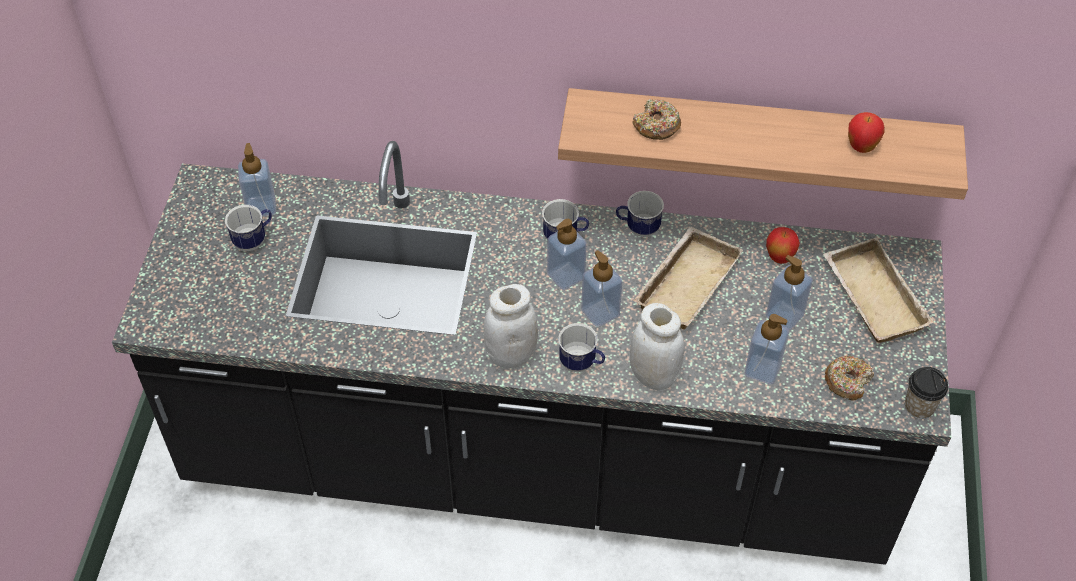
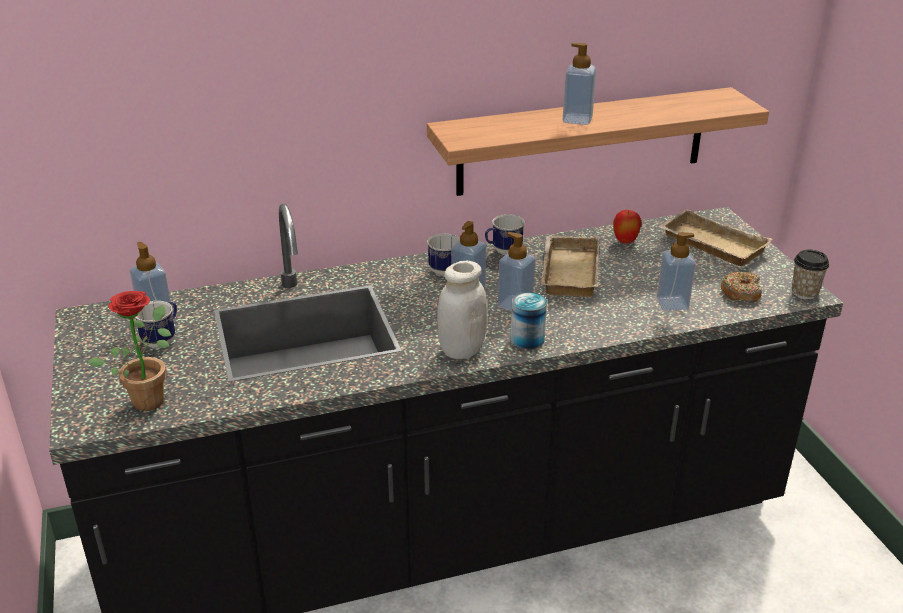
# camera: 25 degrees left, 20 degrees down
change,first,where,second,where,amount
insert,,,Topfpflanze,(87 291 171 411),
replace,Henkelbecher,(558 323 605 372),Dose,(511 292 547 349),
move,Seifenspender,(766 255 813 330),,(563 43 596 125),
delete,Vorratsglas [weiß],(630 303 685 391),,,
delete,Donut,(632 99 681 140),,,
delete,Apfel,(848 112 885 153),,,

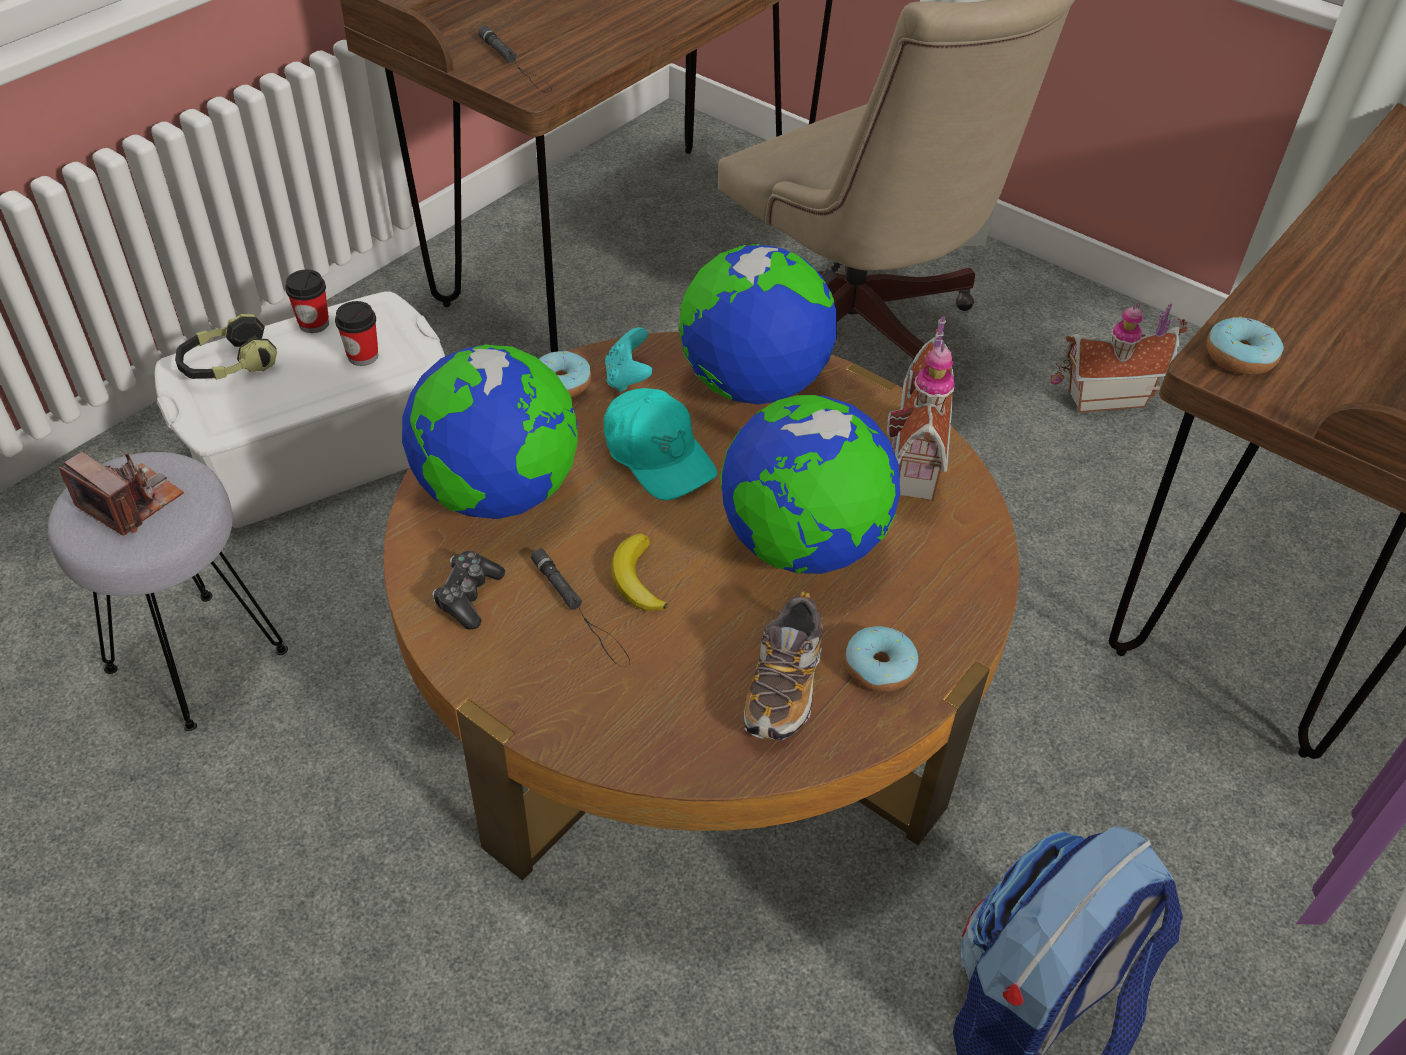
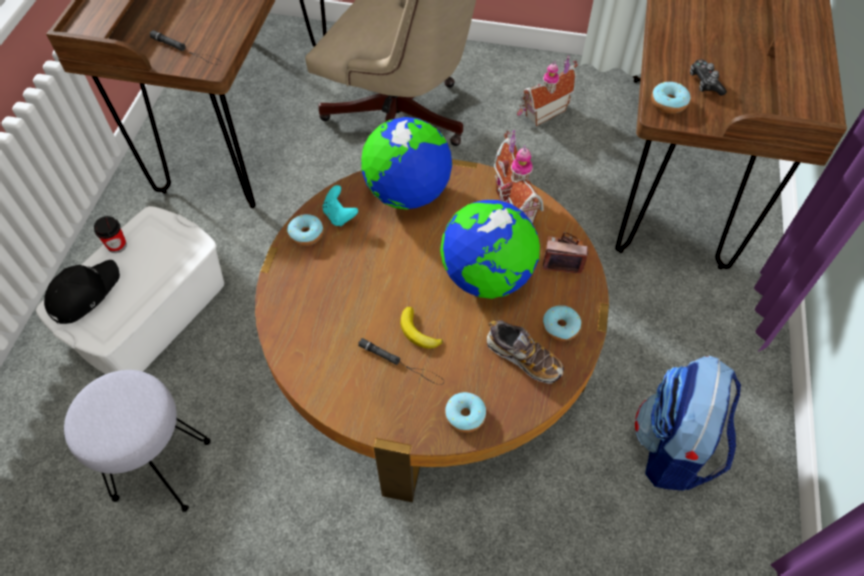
# camera: 25 degrees left, 10 degrees up
change,first,where,second,where,amount
replace,Kopfhörer,(175 314 277 380),Kappe [schwarz],(44 260 120 324),
insert,,,Donut,(445 392 486 433),
rotate,Schuh,(744 591 822 741),,(487 320 564 384),45 degrees counterclockwise
move,Kamera,(59 452 184 536),,(543 232 588 274),
move,Gamepad,(432 551 505 629),,(690 59 727 96),
delete,Tasse,(335 301 378 366),,,
delete,Globus,(402 344 578 519),,,
delete,Kappe [türkis],(603 388 717 500),,,

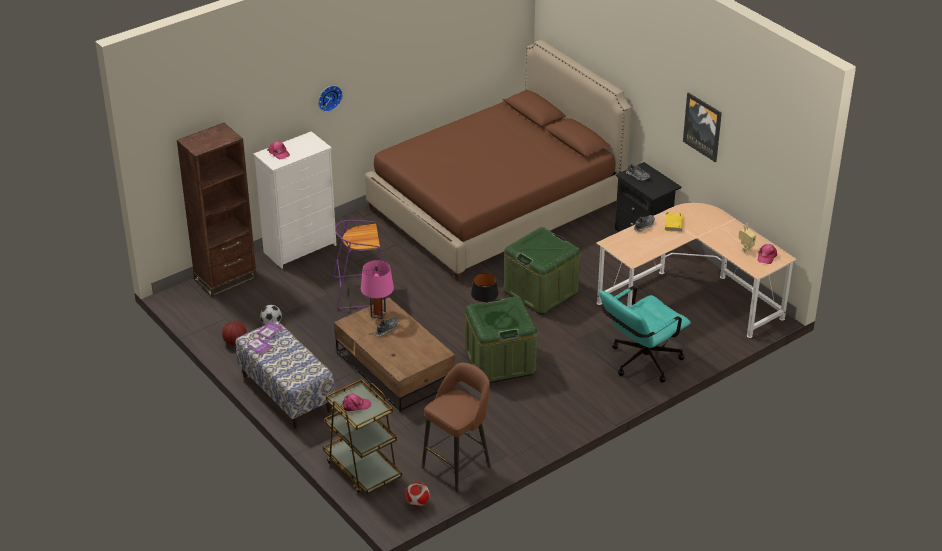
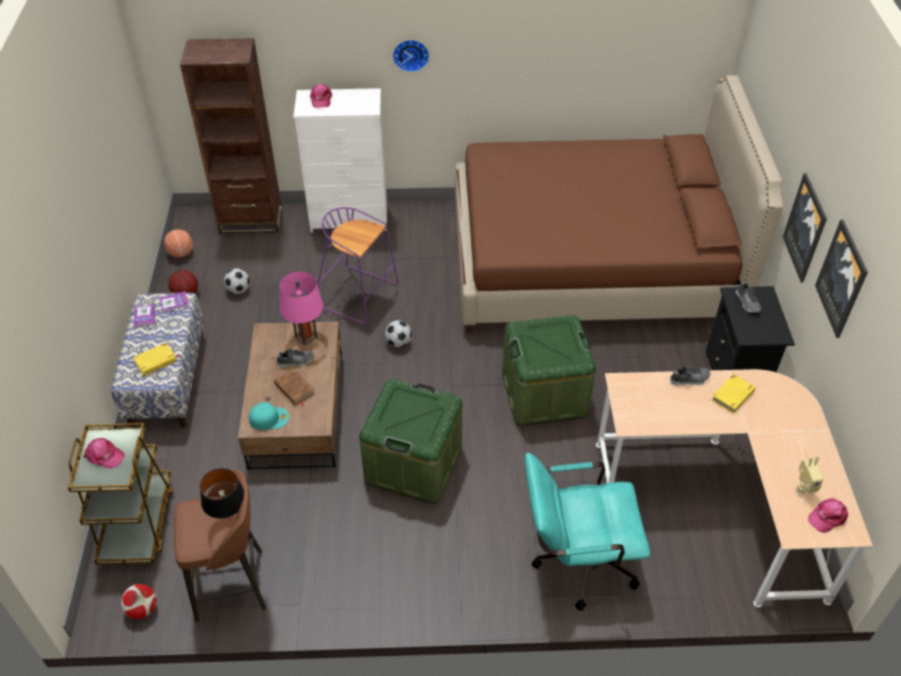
# camera: 35 degrees right, 10 degrees up
change,first,where,second,where,amount
insert,,,Buch [gelb],(133 342 181 376),
insert,,,Basketball,(164 229 193 258),
move,Tischlampe [schwarz],(471 273 498 313),,(200 468 244 521),
insert,,,Kappe [türkis],(249 402 289 430),
insert,,,Buch [braun],(274 369 315 407),
insert,,,Fußball,(385 320 412 347),
insert,,,Bild,(783 173 827 282),

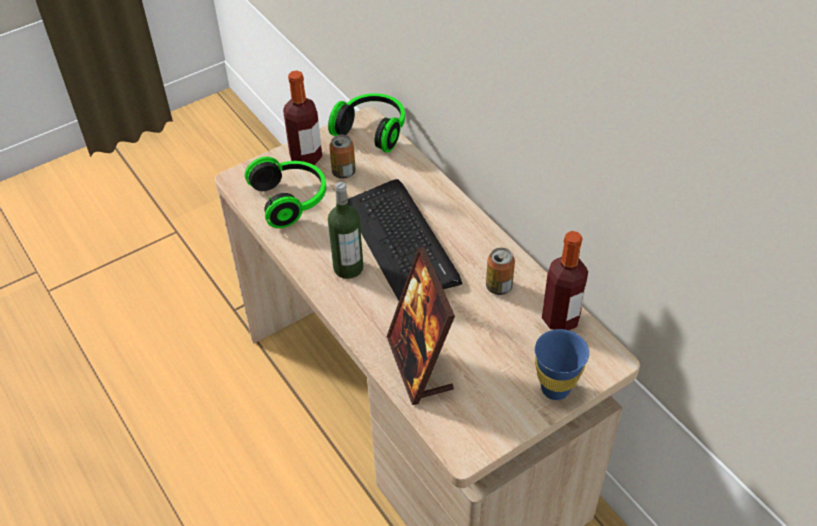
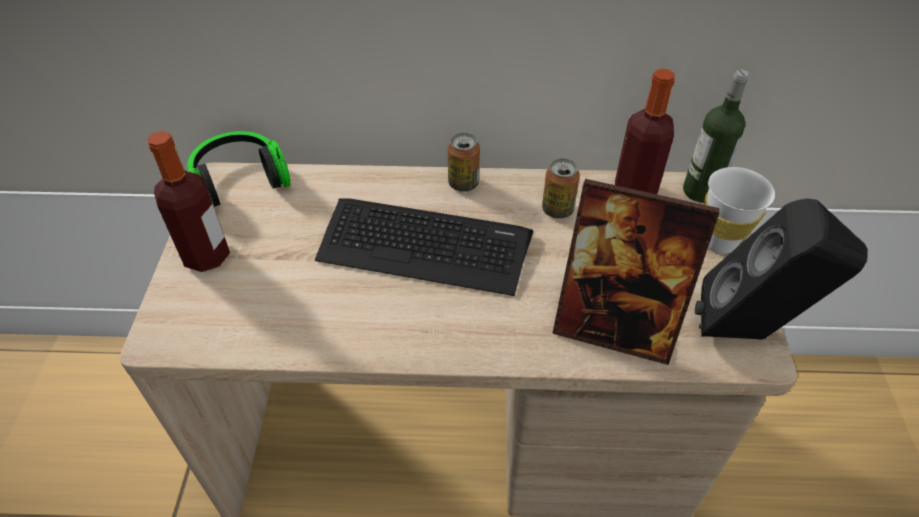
# camera: 55 degrees left, 0 degrees up
change,first,where,second,where,amount
move,Dose,(329 135 356 179),,(448 133 480 191),
move,Flasche,(328 182 363 279),,(683 69 749 203),
insert,,,Lautsprecher [schwarz],(695 198 868 340),
recolor,Tasse [blau],(535 329 589 400),Tasse [weiß],(704 167 775 254),
delete,Kopfhörer,(245 157 326 228),,,

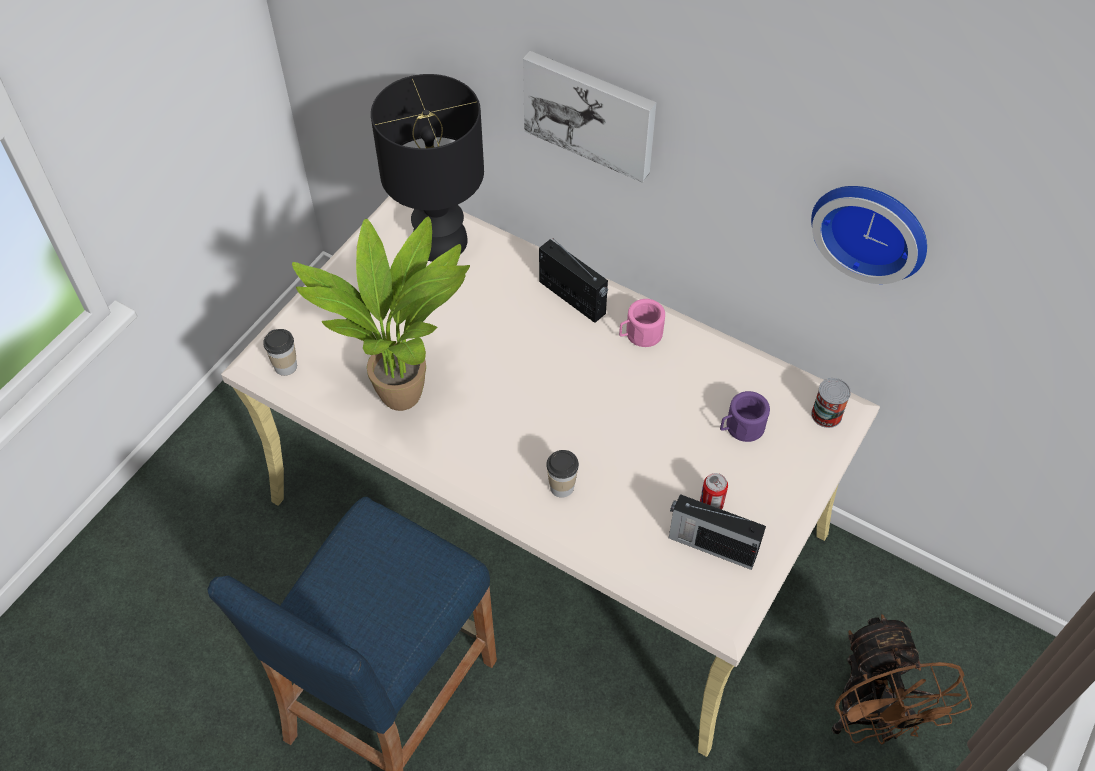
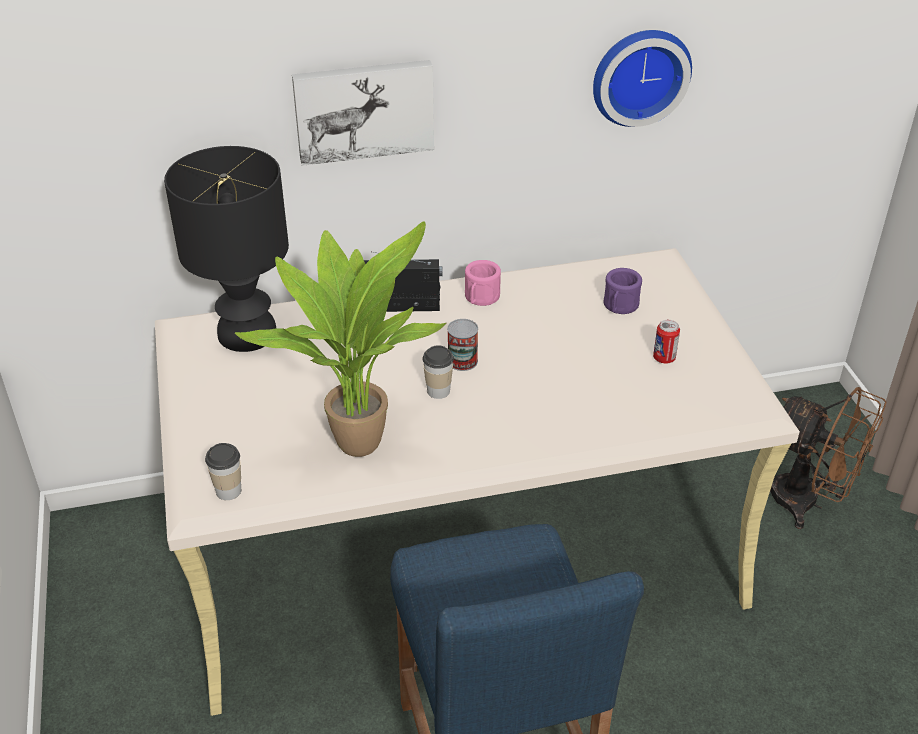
# camera: 45 degrees left, 15 degrees down
change,first,where,second,where,amount
move,Tasse,(546 450 579 498),,(422 345 454 399),
move,Dose,(811 378 851 428),,(447 319 478 371),
delete,Radio,(669 494 766 570),,,

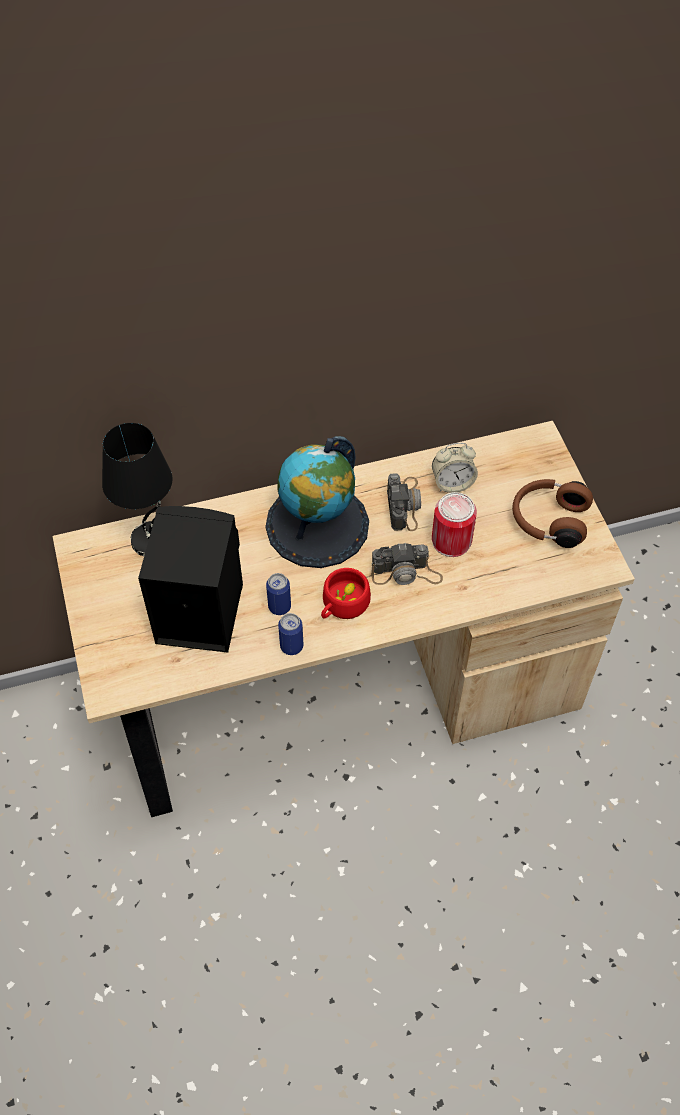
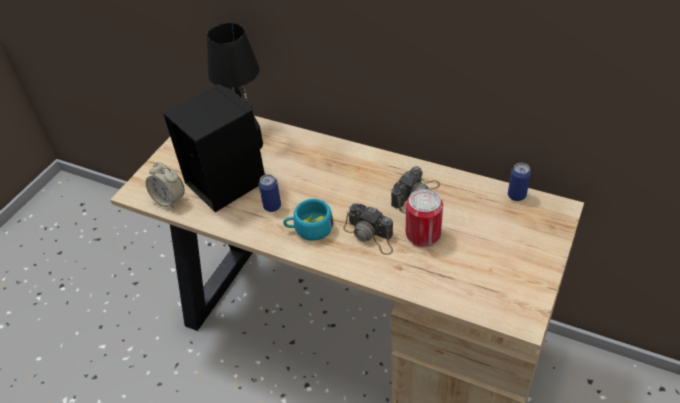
# camera: 45 degrees right, 10 degrees down
change,first,where,second,where,amount
move,Wecker,(432 443 478 493),,(146 162 185 209),
recolor,Tasse [rot],(321 568 371 619),Tasse [türkis],(283 199 333 241),
move,Dose,(278 613 303 655),,(508 163 531 201),
delete,Globus,(265 436 369 568),,,
delete,Kopfhörer [braun],(512 479 593 548),,,

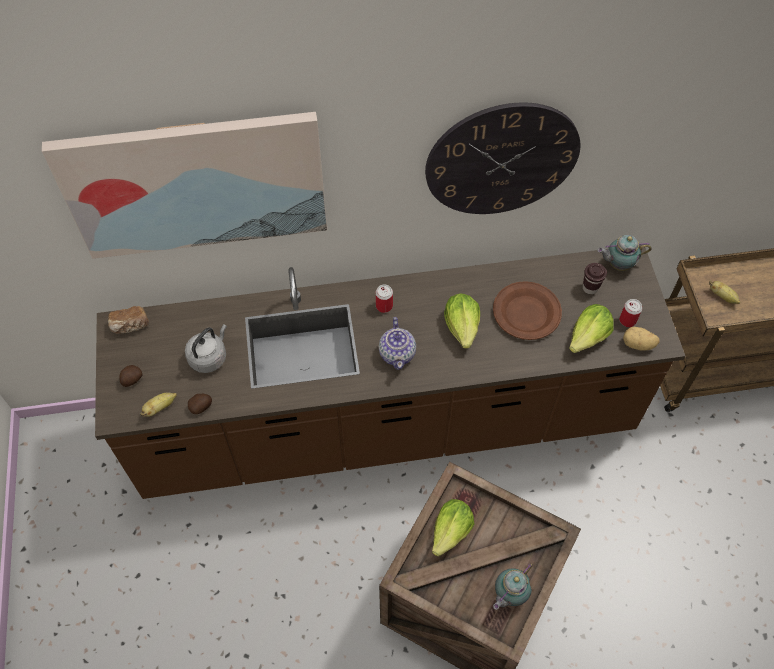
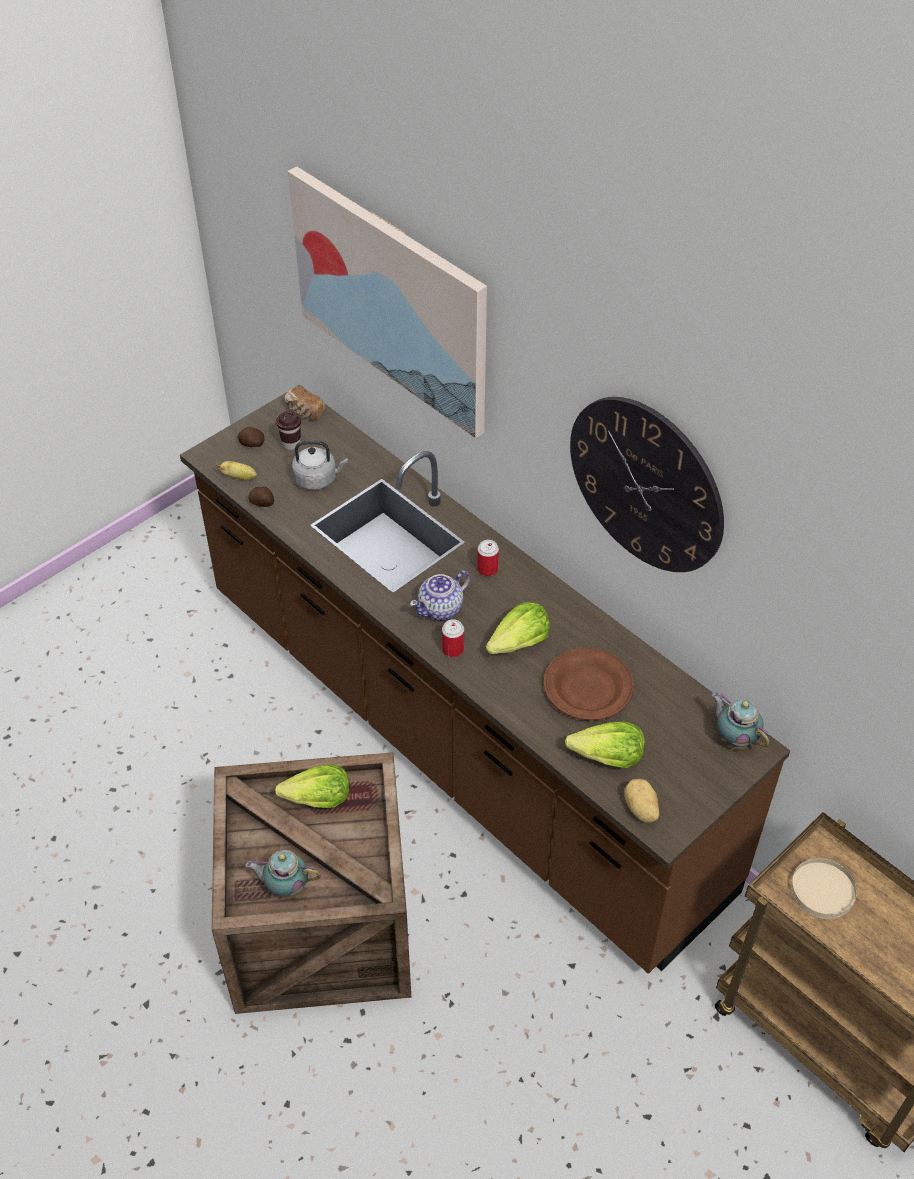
# camera: 55 degrees right, 10 degrees down
change,first,where,second,where,amount
move,Tasse [braun],(583 263 607 294),,(276 411 301 450),
move,Dose,(619 299 642 327),,(442 619 464 657),
replace,Banane,(709 280 740 304),Teller [beige],(791 858 857 919),

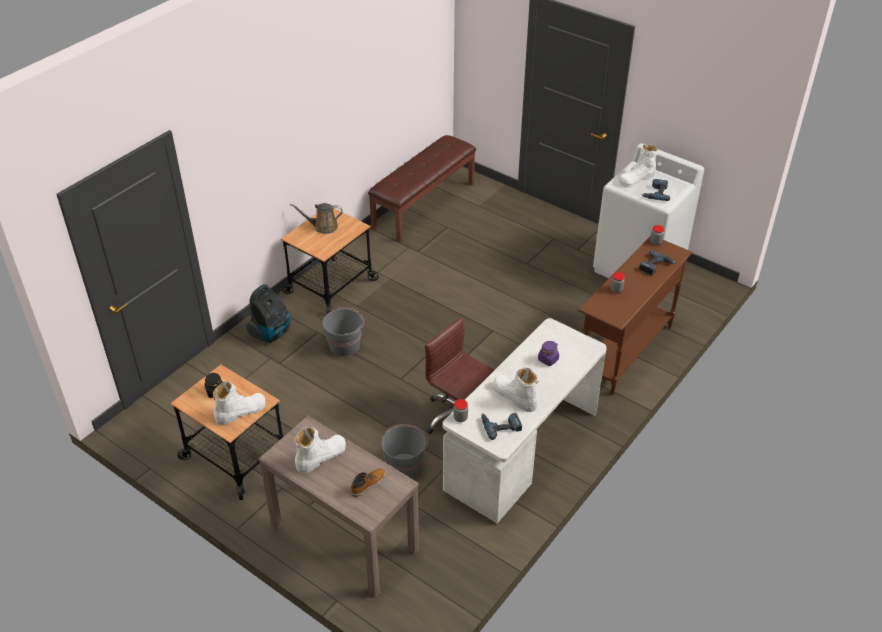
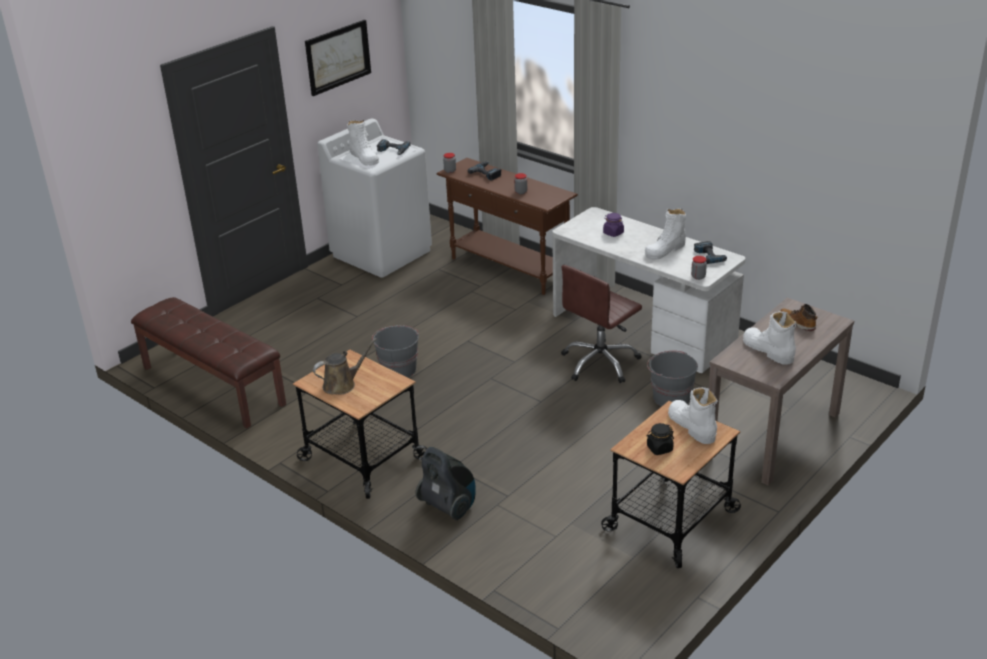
# camera: 85 degrees left, 10 degrees down
change,first,where,second,where,amount
insert,,,Bild,(305 20 371 96),
rotate,Gießkanne [braun],(290 203 343 234),,(313 338 377 394),120 degrees counterclockwise
move,Eimer [grau],(323 307 364 357),,(372 325 419 378),

